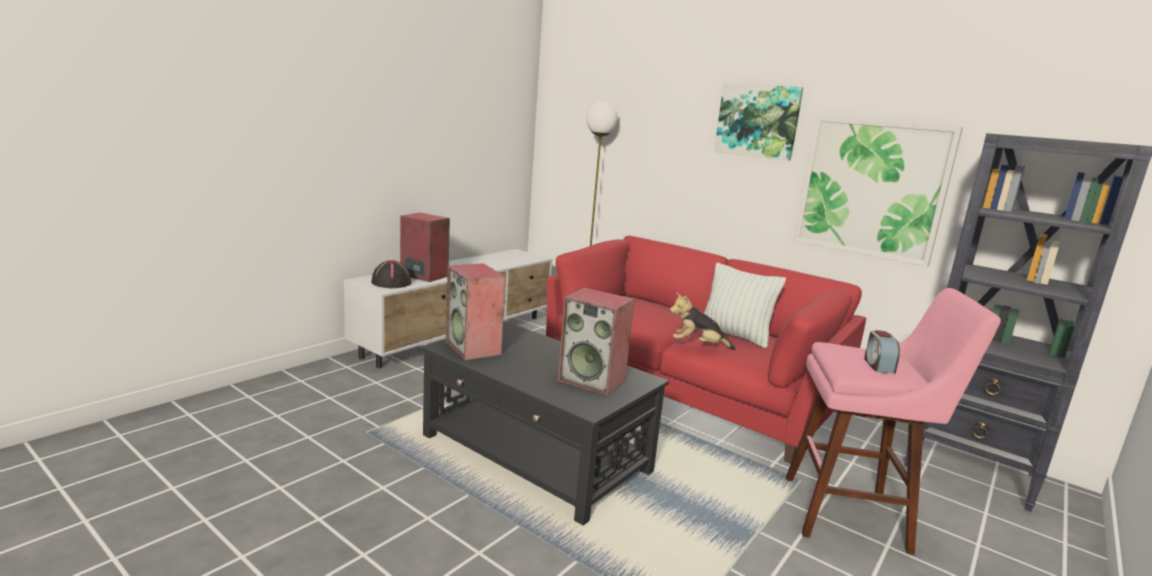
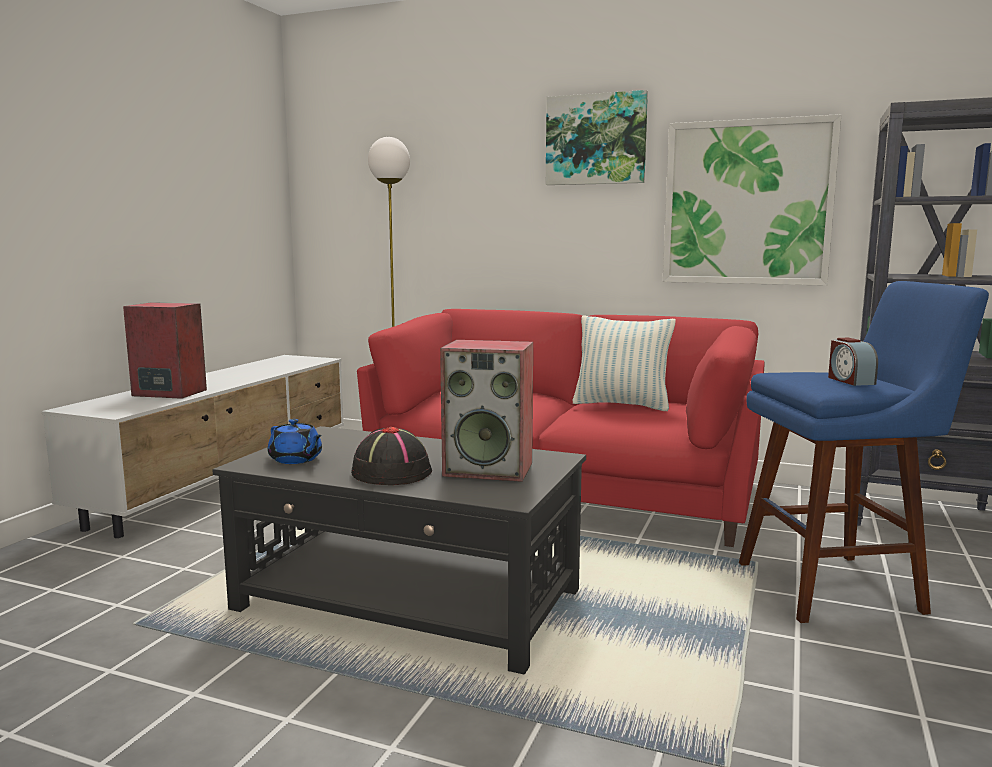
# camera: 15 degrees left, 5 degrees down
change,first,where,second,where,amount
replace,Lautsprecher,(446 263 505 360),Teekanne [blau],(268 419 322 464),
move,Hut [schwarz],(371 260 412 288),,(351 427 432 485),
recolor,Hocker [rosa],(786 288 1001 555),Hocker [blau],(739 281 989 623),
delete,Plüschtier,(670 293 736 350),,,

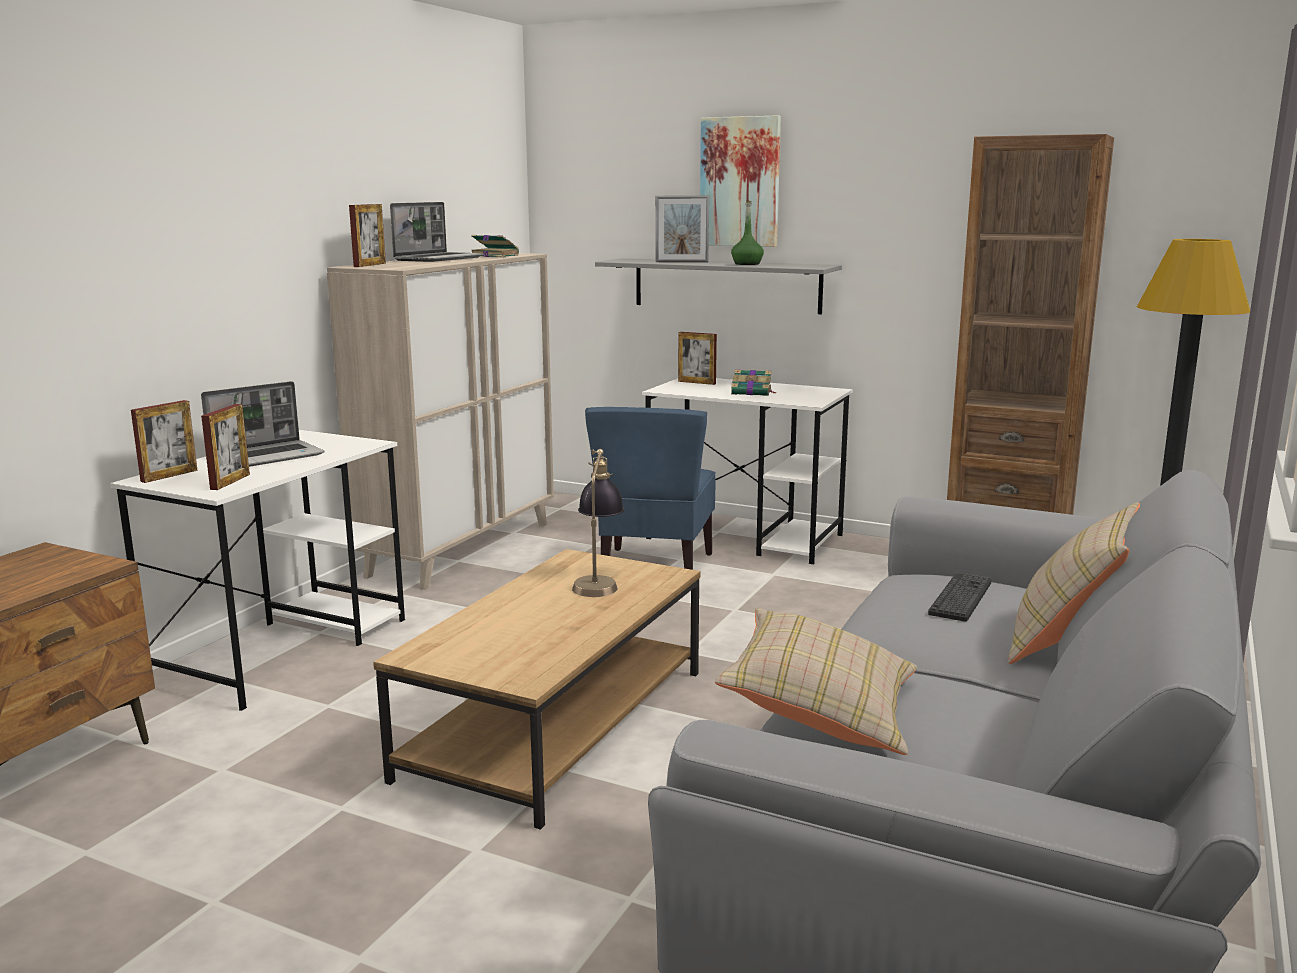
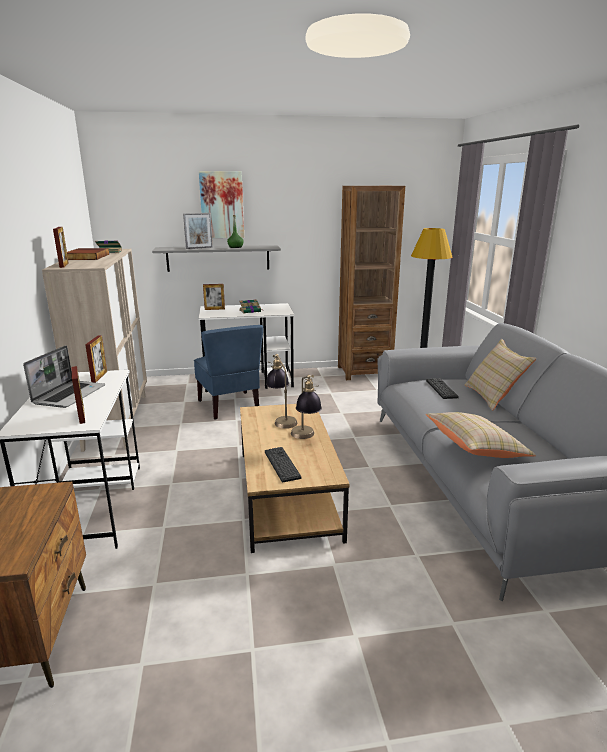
# camera: 35 degrees left, 5 degrees up
change,first,where,second,where,amount
replace,Laptop,(390 202 484 262),Buch,(67 248 109 260),
move,Bilderrahmen,(131 400 198 483),,(85 335 107 383),
insert,,,Tastatur,(265 447 301 482),
insert,,,Tischlampe,(291 375 322 439),

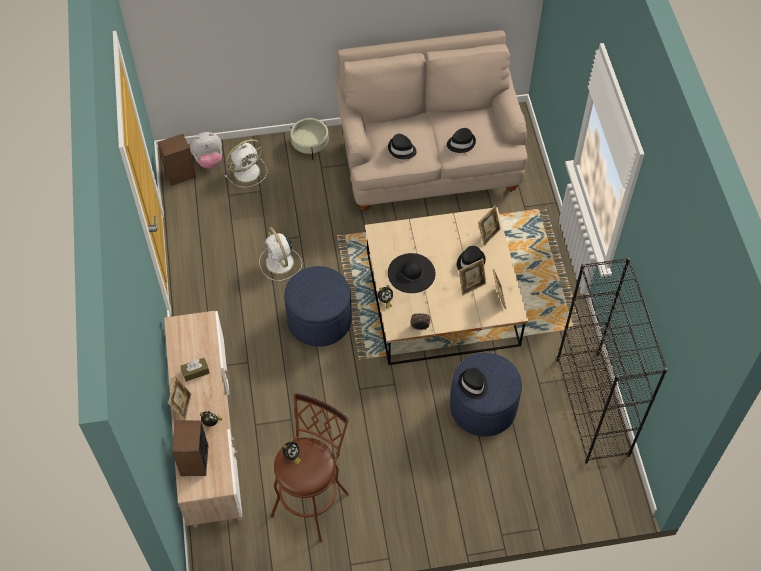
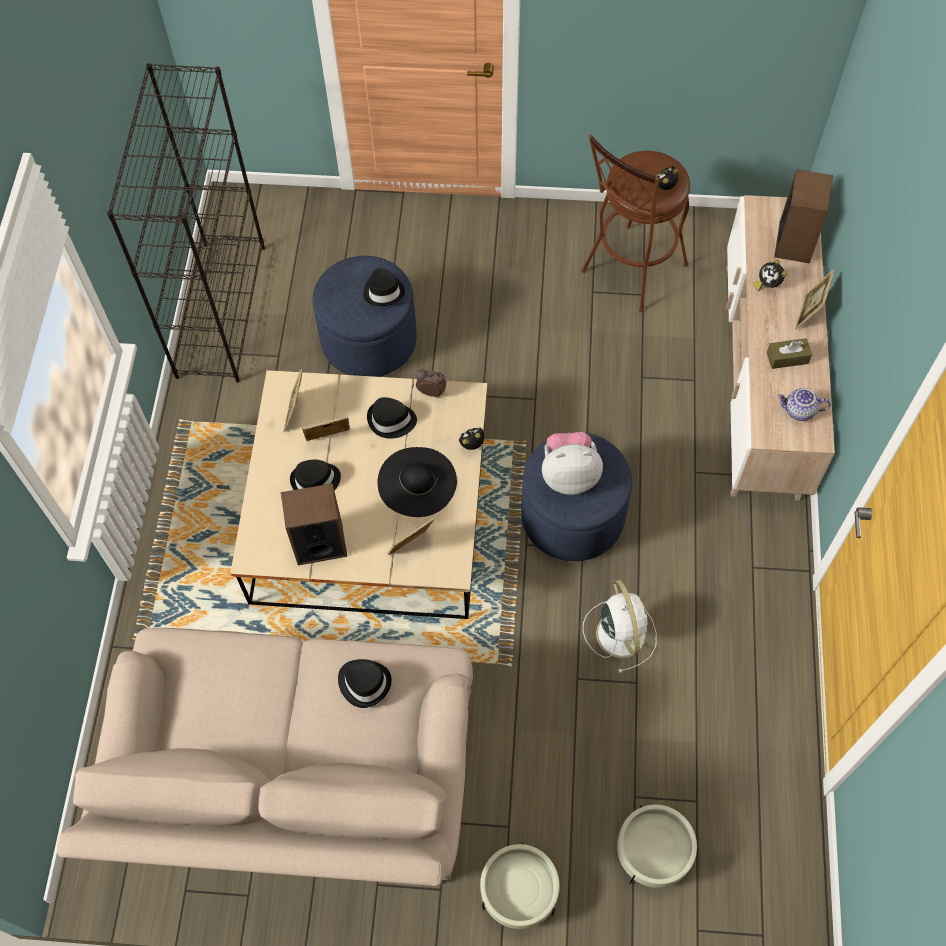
# camera: 165 degrees left, 5 degrees up
change,first,where,second,where,amount
move,Lautsprecher,(158 134 196 186),,(281 483 347 565),
move,Hut [schwarz],(447 128 476 153),,(367 397 417 439),
move,Bilderrahmen,(478 206 501 246),,(387 518 434 555),
move,Plüschtier,(190 132 222 169),,(542 432 603 495),
replace,Ventilator [weiß],(225 139 267 188),Pflanzkübel [beige],(617 805 699 888),
insert,,,Teekanne,(777 388 831 421),

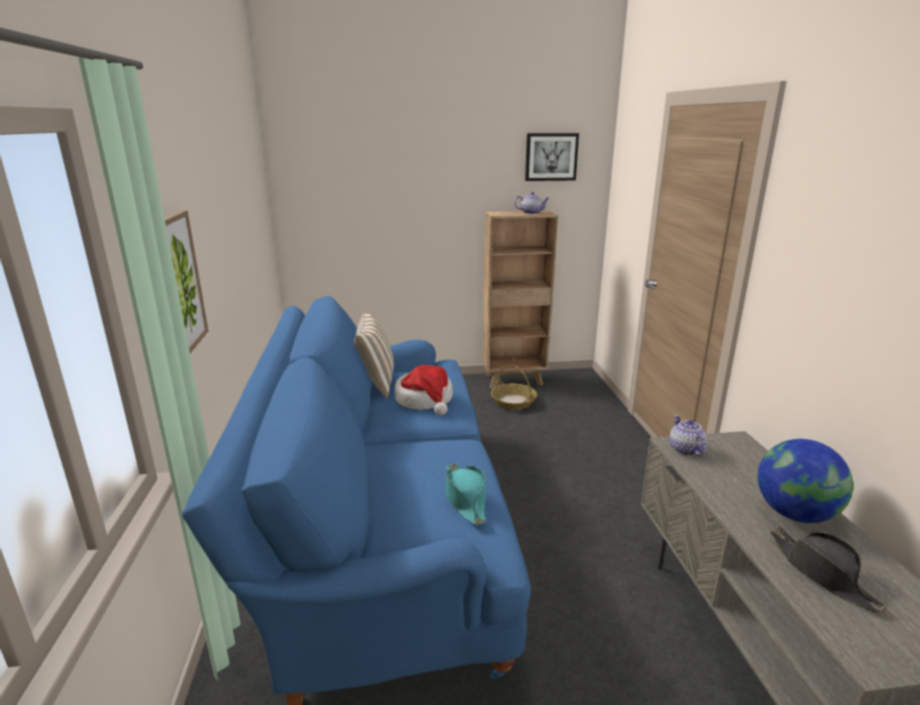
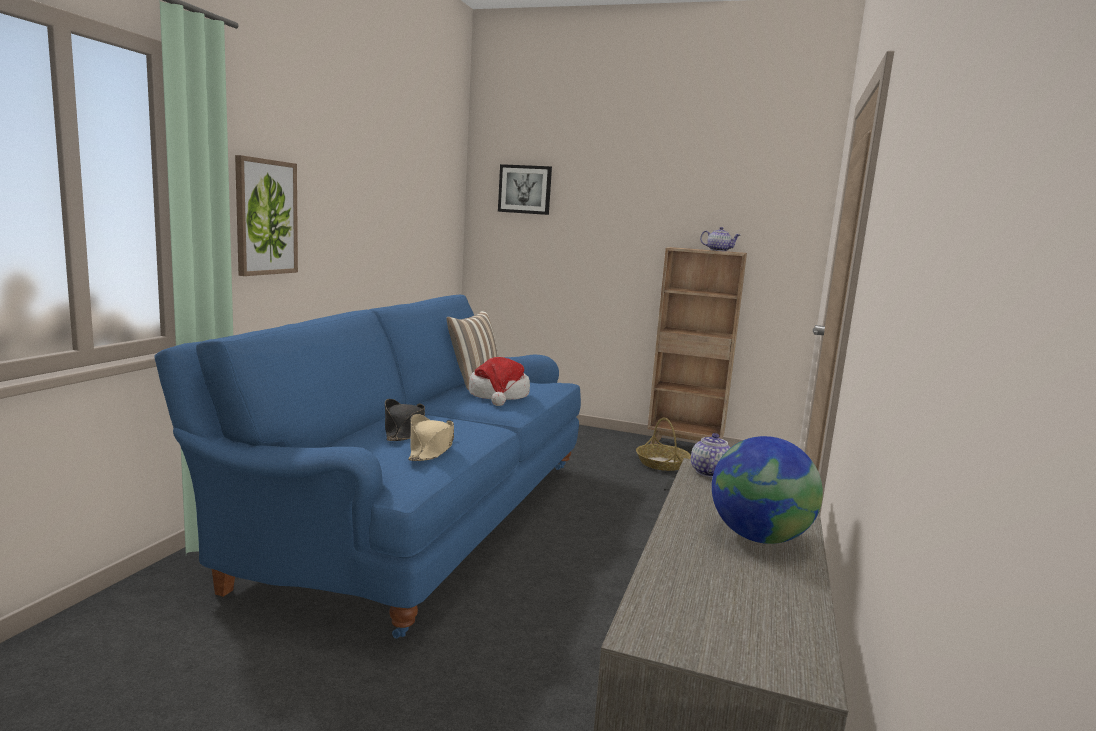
# camera: 25 degrees right, 10 degrees down
change,first,where,second,where,amount
move,Hut [schwarz],(770 526 887 613),,(385 399 425 441),
recolor,Hut [türkis],(446 463 486 525),Hut [beige],(408 414 454 461),
move,Bild,(525 133 579 181),,(498 164 552 215),

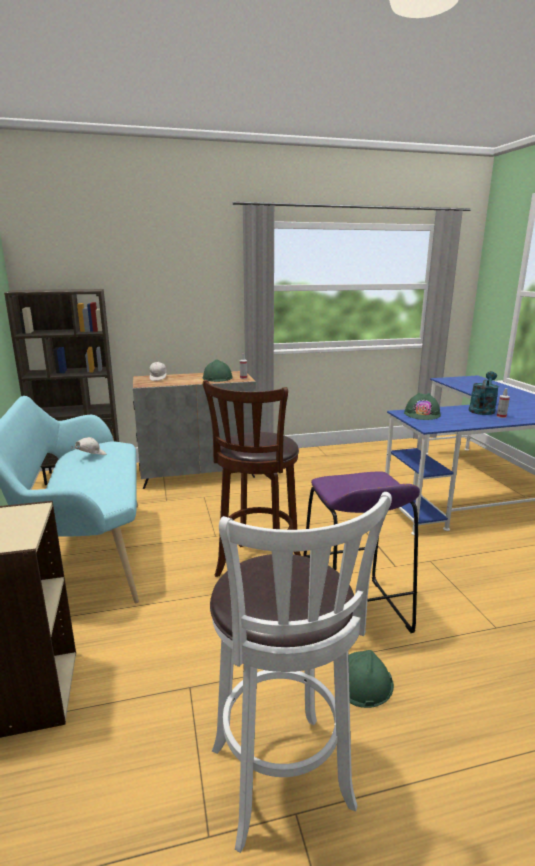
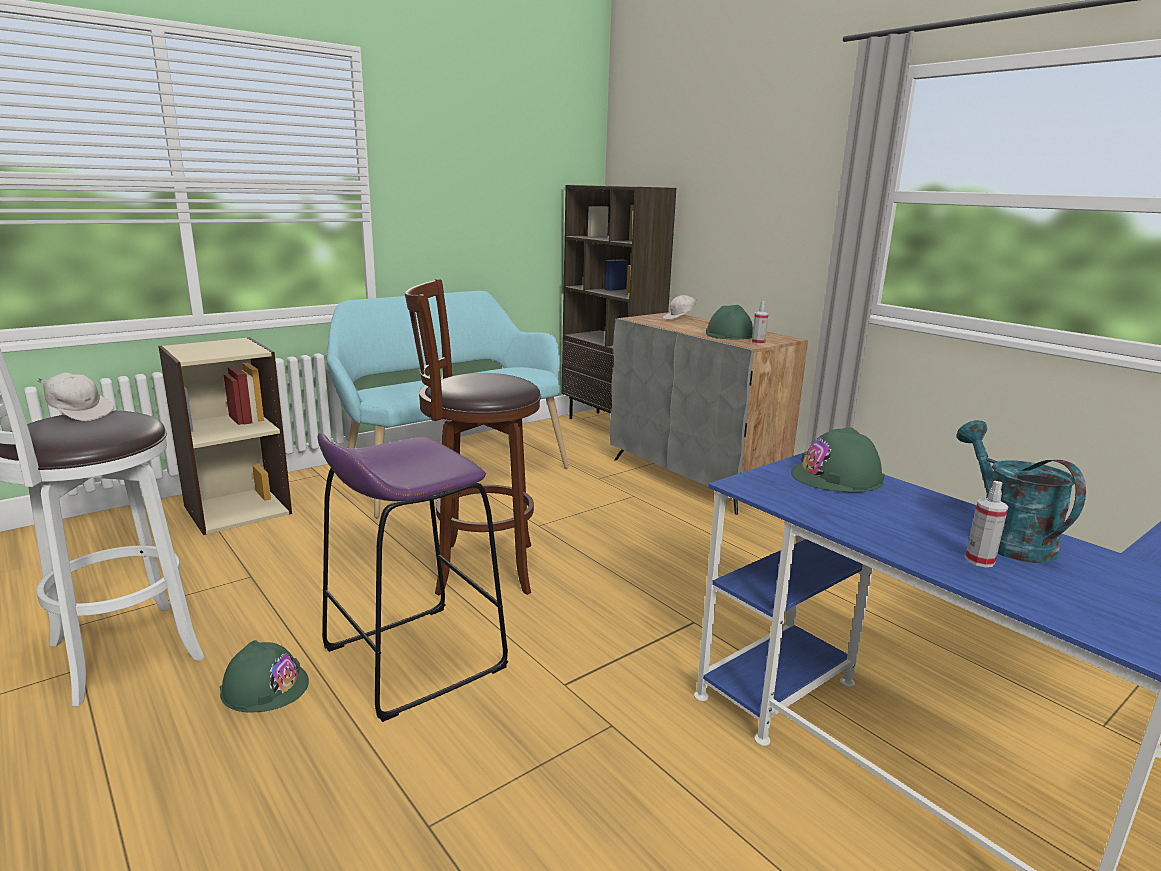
# camera: 65 degrees right, 0 degrees up
change,first,where,second,where,amount
move,Kappe [weiß],(72 437 107 455),,(37 372 114 421),
rotate,Gießkanne [türkis],(469 371 499 415),,(957 420 1086 563),105 degrees counterclockwise

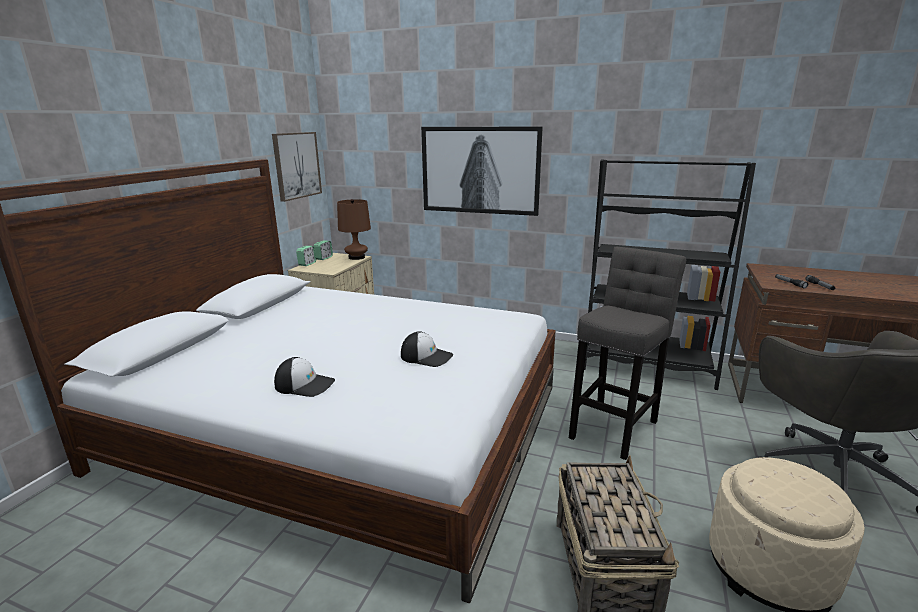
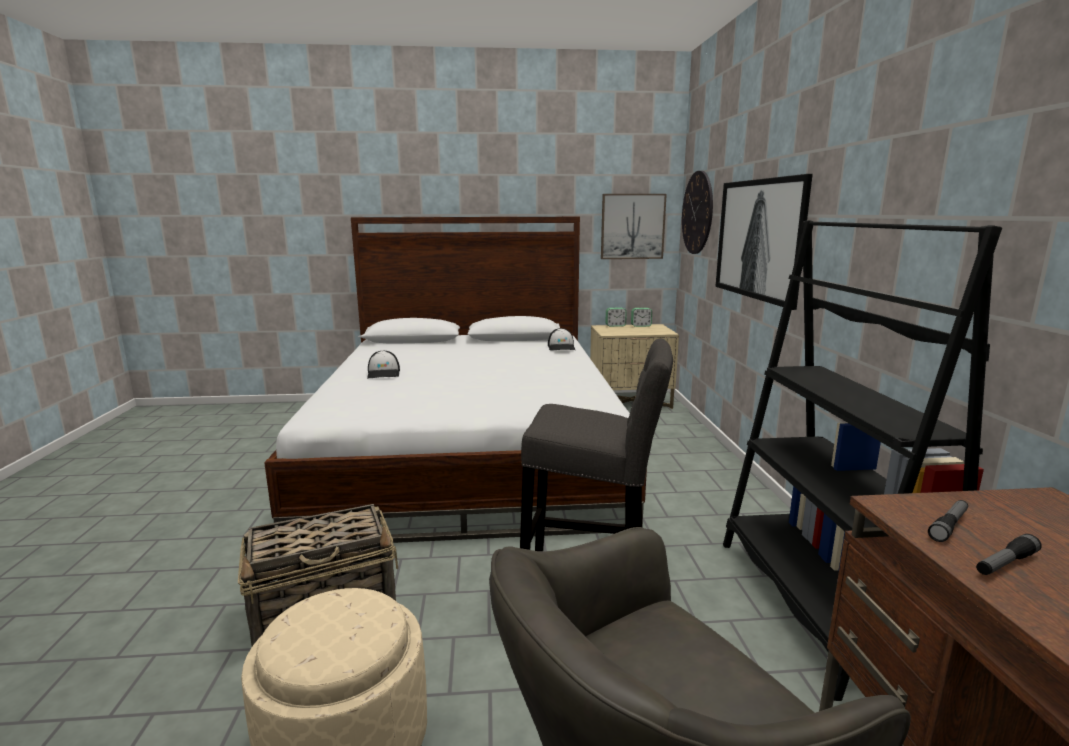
# camera: 65 degrees right, 5 degrees down
change,first,where,second,where,amount
move,Kappe,(401 331 453 367),,(548 328 575 351),
insert,,,Wanduhr,(682 171 713 254),
delete,Tischlampe [braun],(337 199 371 260),,,

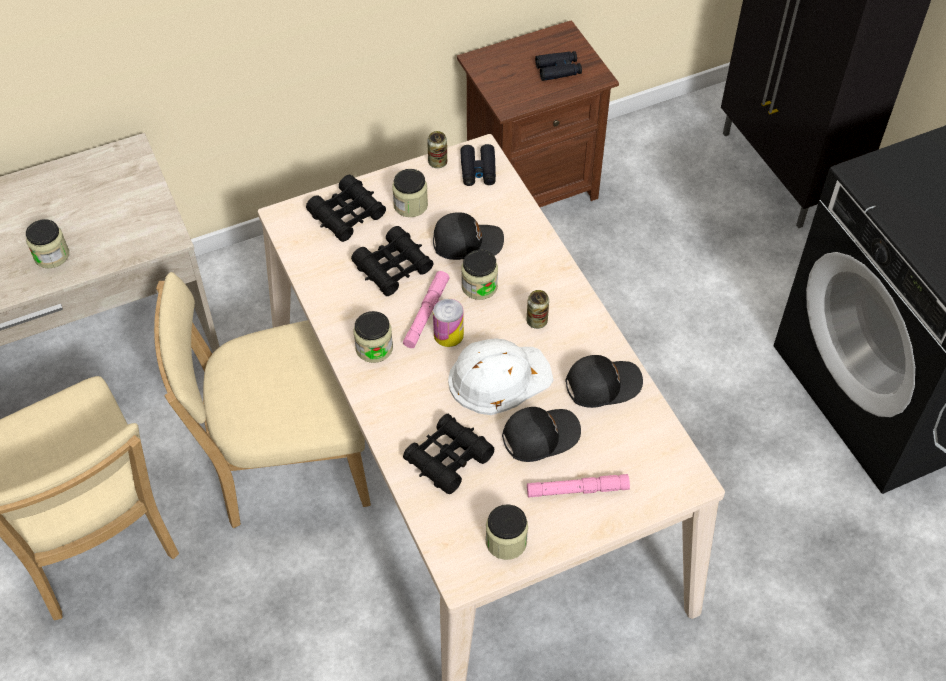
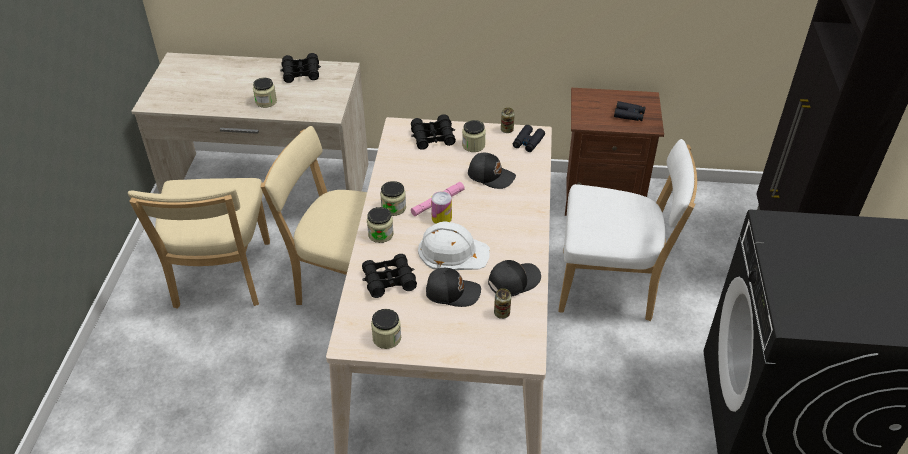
# camera: 30 degrees right, 10 degrees down
change,first,where,second,where,amount
move,Fernglas [schwarz],(351 226 434 296),,(280 53 321 83),
move,Vorratsglas,(461 250 498 300),,(367 207 394 243),
rotate,Kappe [schwarz],(565 355 643 408),,(488 260 541 297),45 degrees counterclockwise
move,Dose,(527 290 549 329),,(494 288 511 319),
insert,,,Stuhl [weiß],(558 139 697 321),
delete,Taschenlampe [rosa],(527 474 630 498),,,

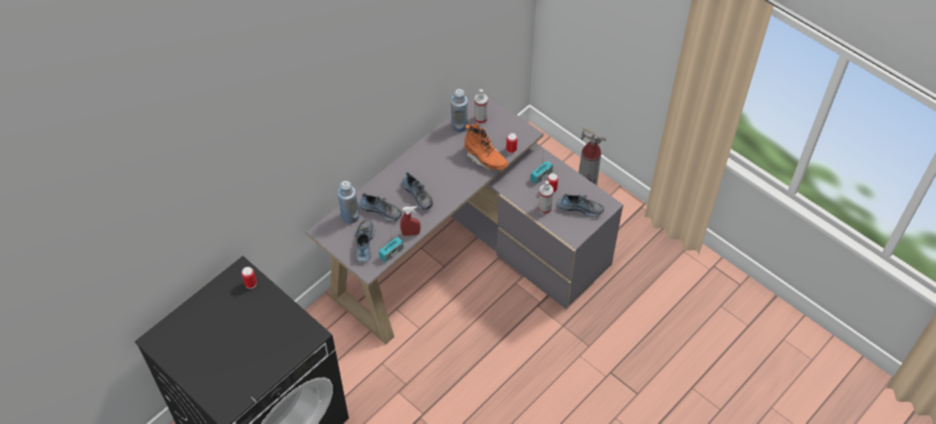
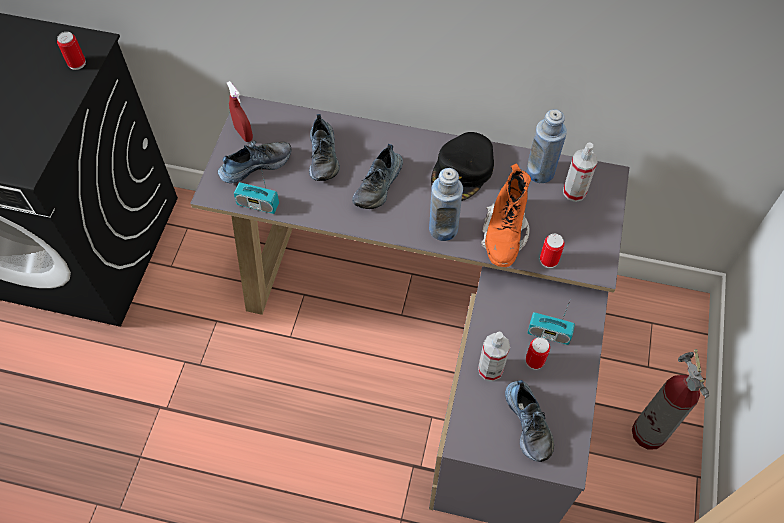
# camera: 60 degrees right, 5 degrees up
change,first,where,second,where,amount
move,Sprühflasche [rot],(400 206 421 236),,(227 81 253 142),
move,Flasche [blau],(338 181 359 224),,(429 168 463 241),
insert,,,Kappe [schwarz],(431 132 494 201),

